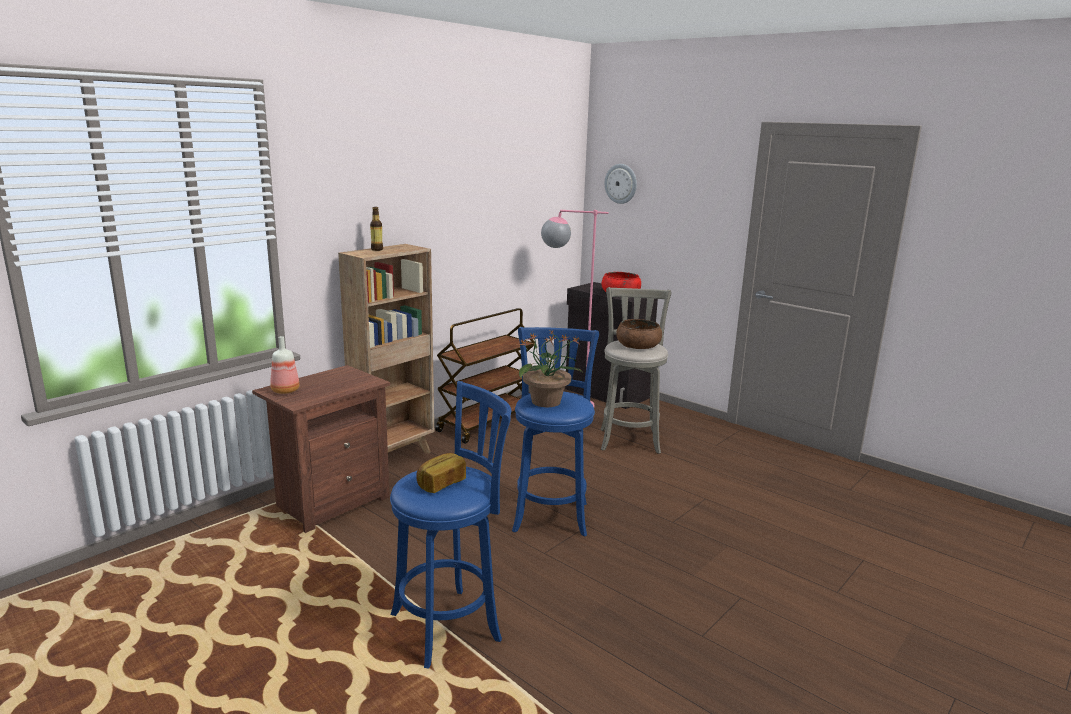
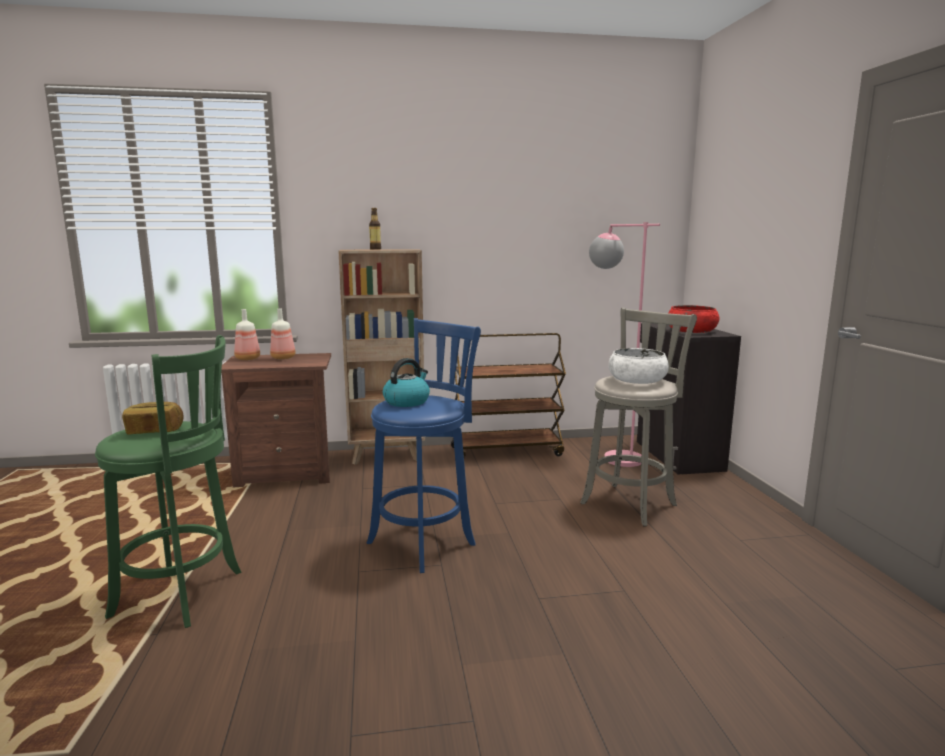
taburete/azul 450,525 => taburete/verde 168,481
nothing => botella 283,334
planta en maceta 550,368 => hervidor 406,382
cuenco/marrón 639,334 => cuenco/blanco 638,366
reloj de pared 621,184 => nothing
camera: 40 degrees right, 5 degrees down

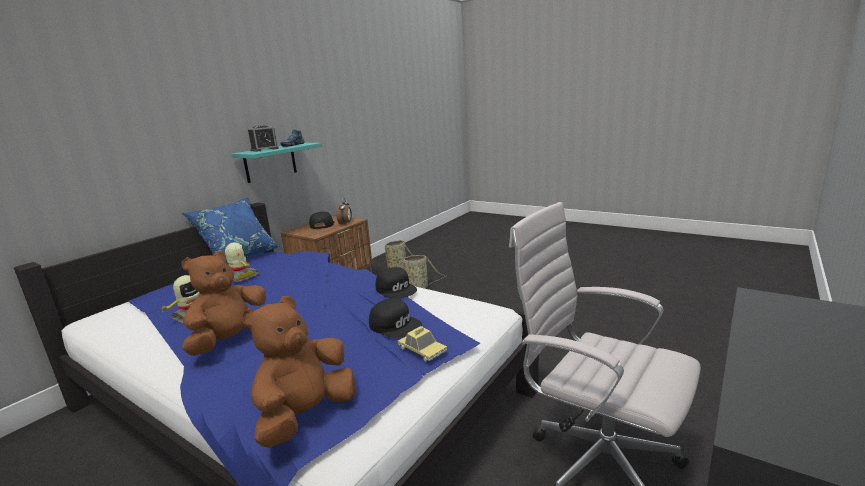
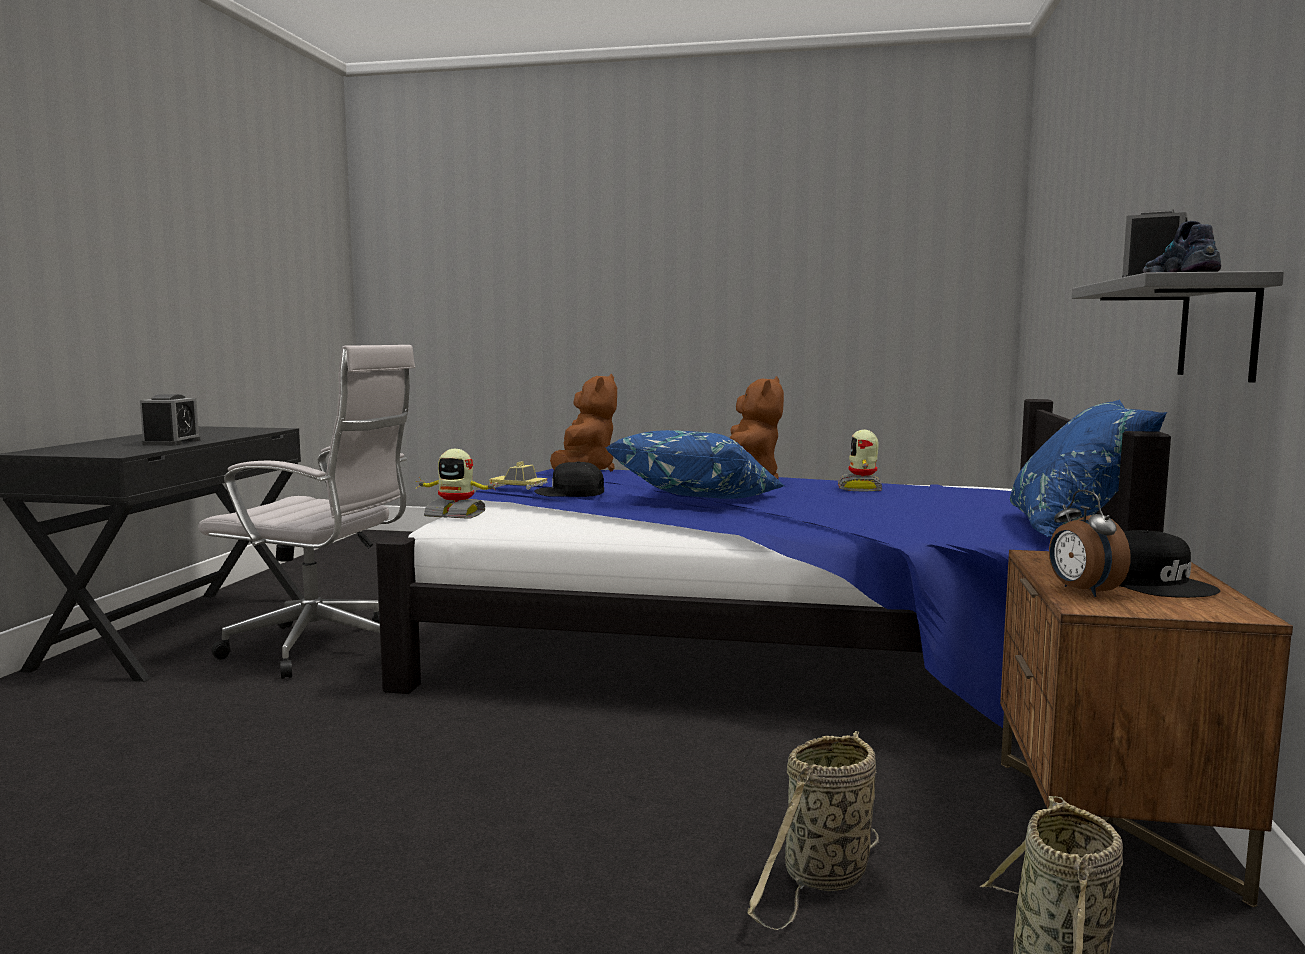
nothing => despertador 170,420
robot de juguete 242,262 => robot de juguete 456,484, move
nothing => cojín/azul 695,464
estante/turquesa 276,163 => estante/gris 1178,327
gorra/negro 396,283 => nothing
camera: 155 degrees right, 10 degrees down

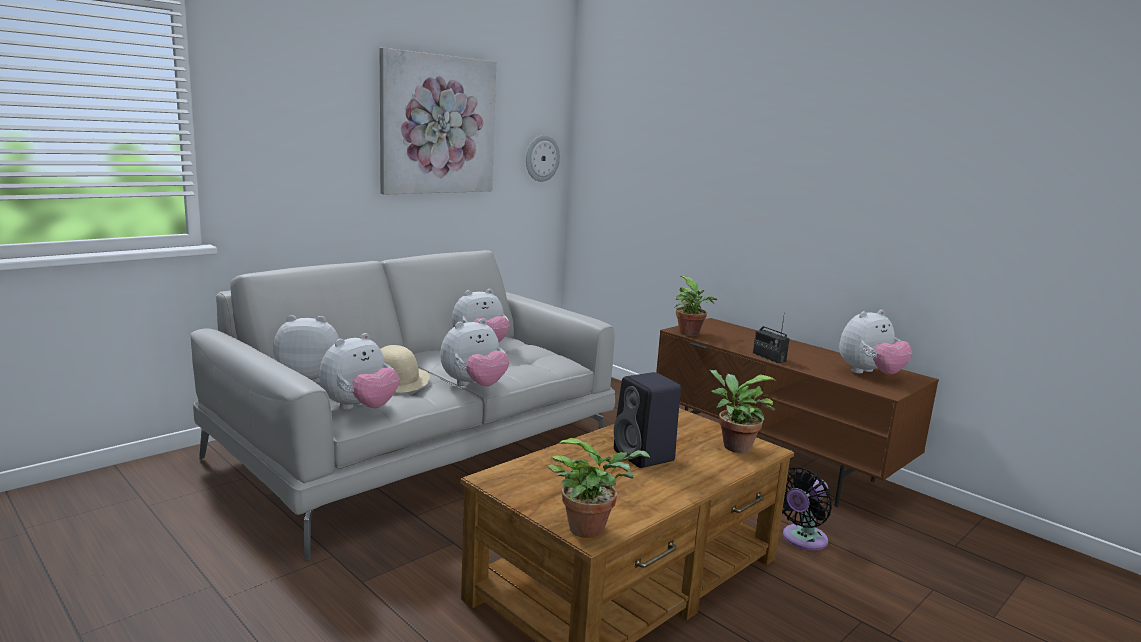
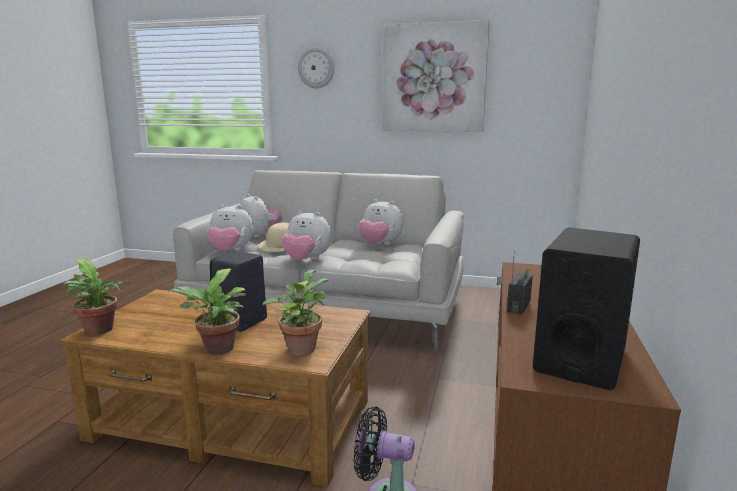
planta en maceta 695,306 => planta en maceta 206,312, move
reloj de pared 543,158 => reloj de pared 316,68, move
peluche 875,342 => altavoz/negro 586,308
camera: 60 degrees right, 0 degrees up

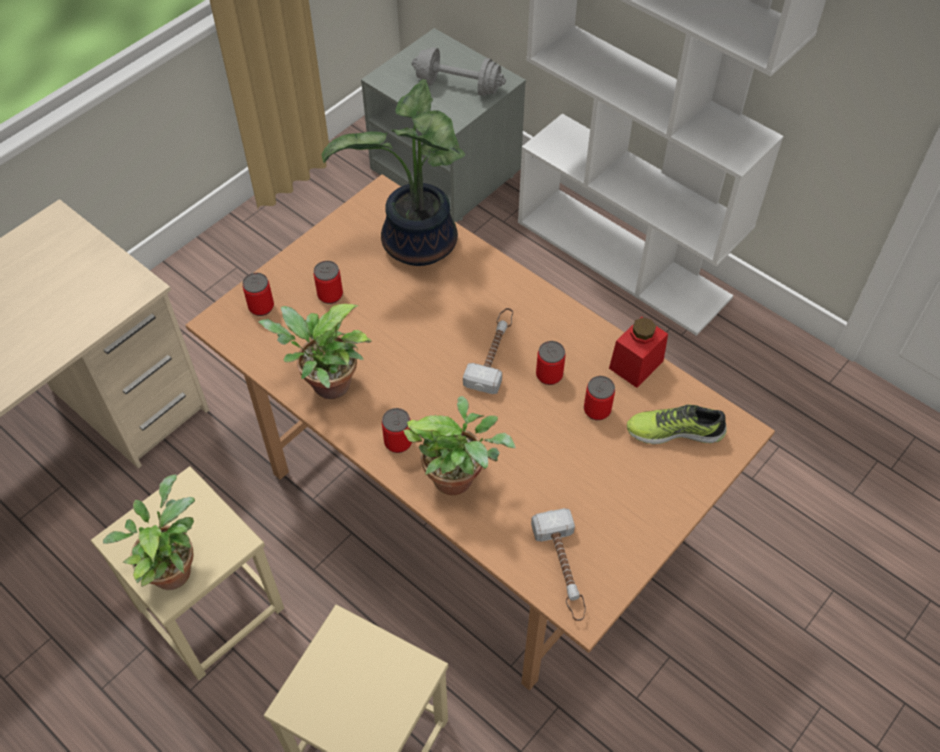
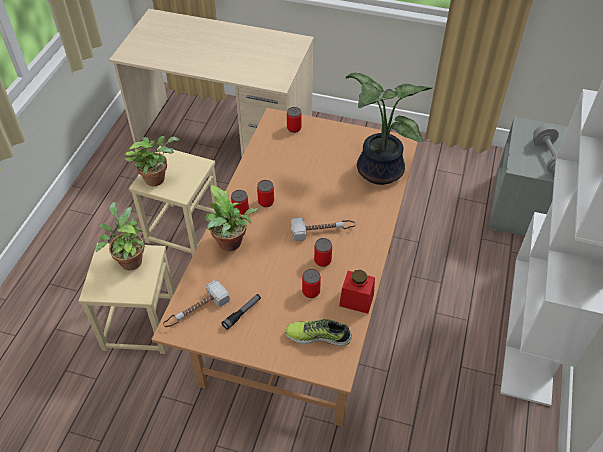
planta en maceta 314,351 => planta en maceta 120,236, move
nothing => linterna 241,312
lata 328,282 => lata 265,193, move
zapato 677,424 => zapato 318,332, 60 degrees counterclockwise
camera: 65 degrees right, 5 degrees down

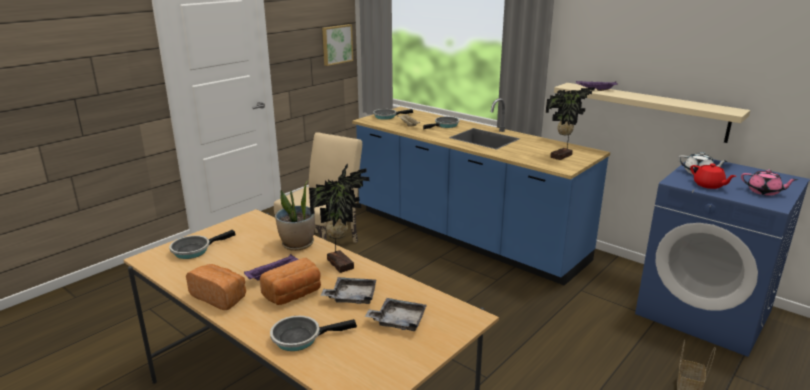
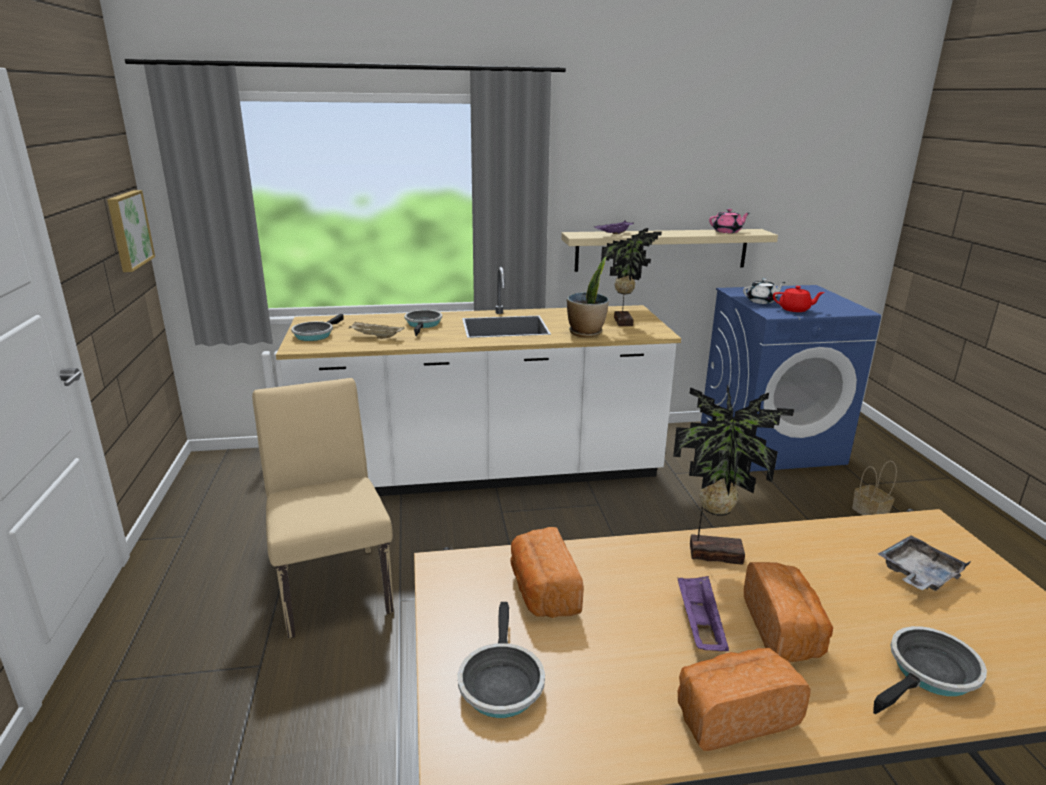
mueble bajo de cocina/azul 481,192 => mueble bajo de cocina/blanco 478,381
nothing => pan 547,572
planta en maceta 295,216 => planta en maceta 588,297, move
tetera/rosa 769,182 => tetera/rosa 729,221, move
sartén 313,333 => sartén 930,670, 150 degrees counterclockwise
bandeja/gris 348,290 => nothing
camera: 50 degrees left, 0 degrees up

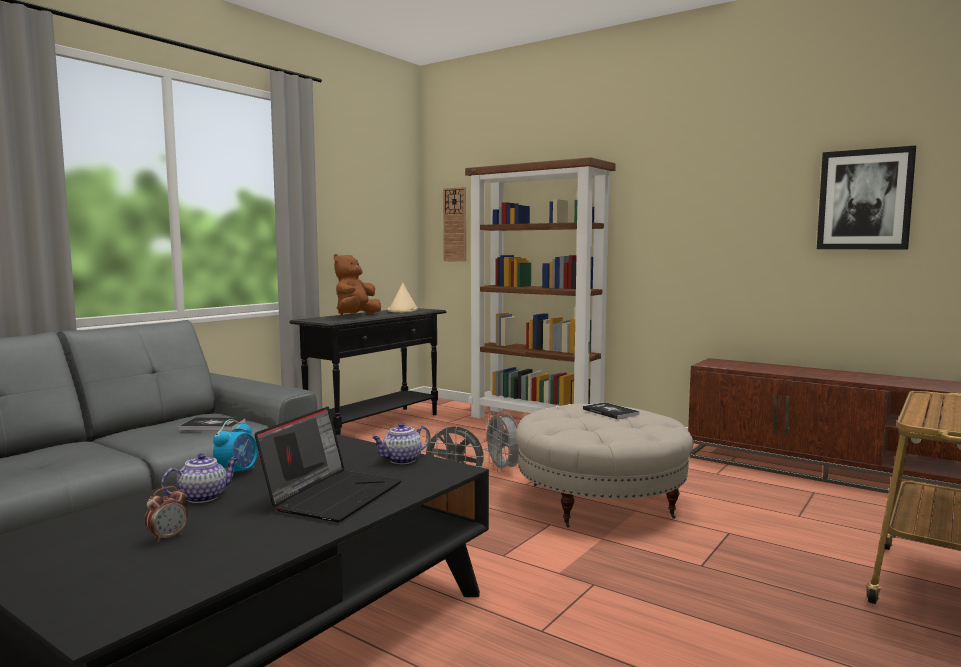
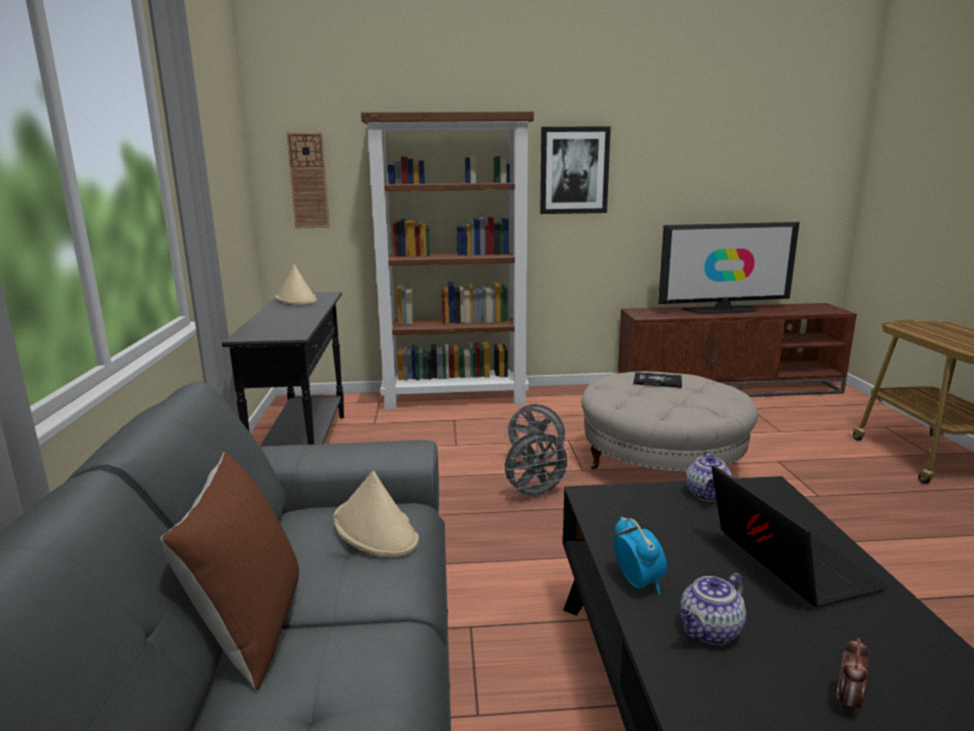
nothing => cojín/marrón 230,571
libro 212,424 => sombrero/beis 376,514
cuadro 866,197 => cuadro 575,170, move
nothing => televisor 729,268
tetera 200,478 => tetera 713,609, 135 degrees counterclockwise
despertador 166,514 => despertador 853,676, 150 degrees counterclockwise
peluche/marrón 357,284 => nothing
camera: 40 degrees left, 10 degrees up

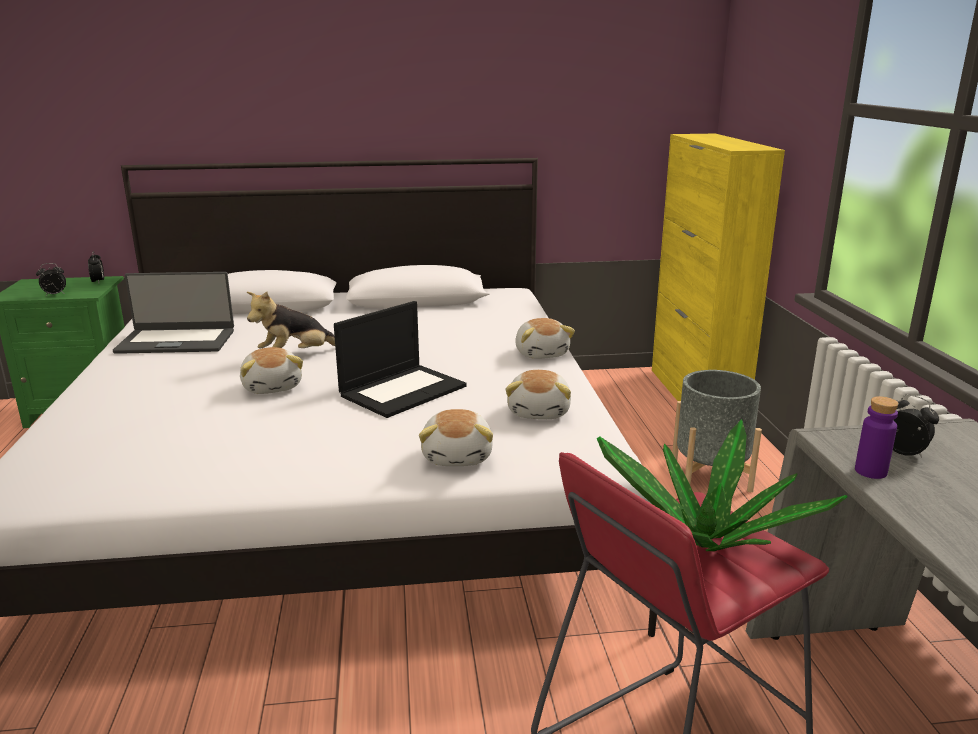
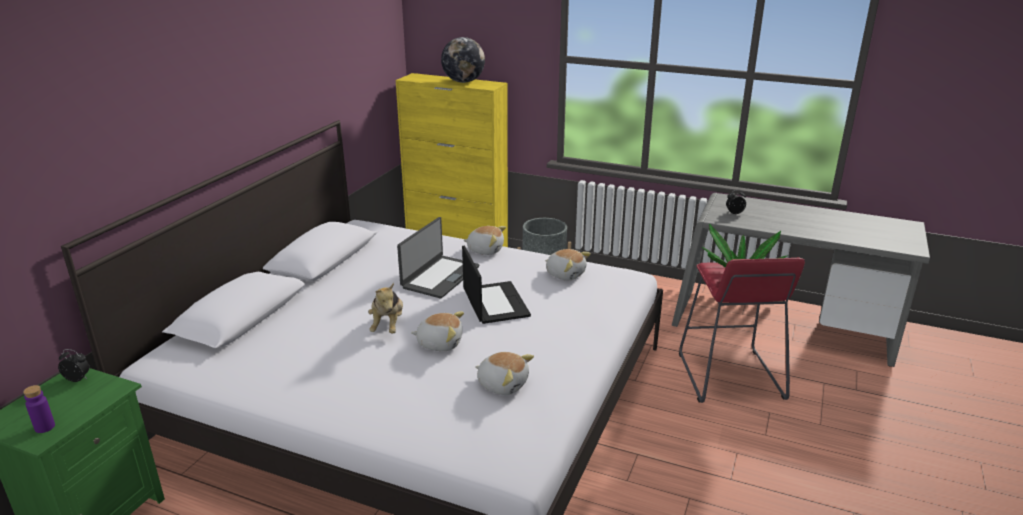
botella/morado 877,437 => botella/morado 39,409, move
portátil 173,313 => portátil 438,258, move
nothing => globo terráqueo 463,60
peluche 456,437 => peluche 504,373, move
despertador 51,279 => nothing
camera: 60 degrees left, 5 degrees up

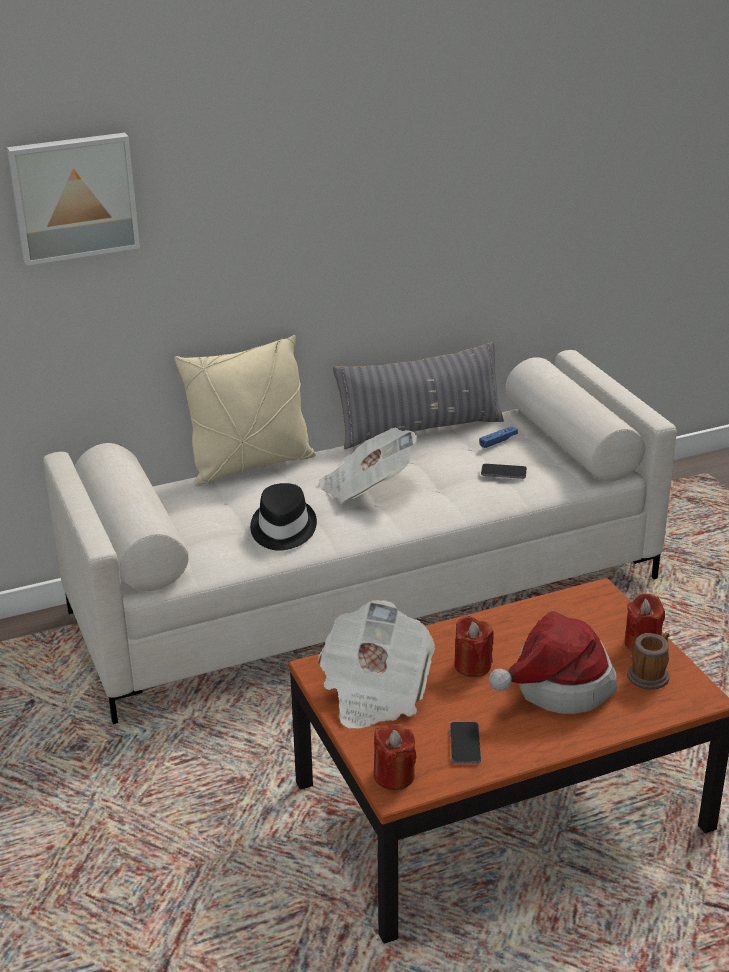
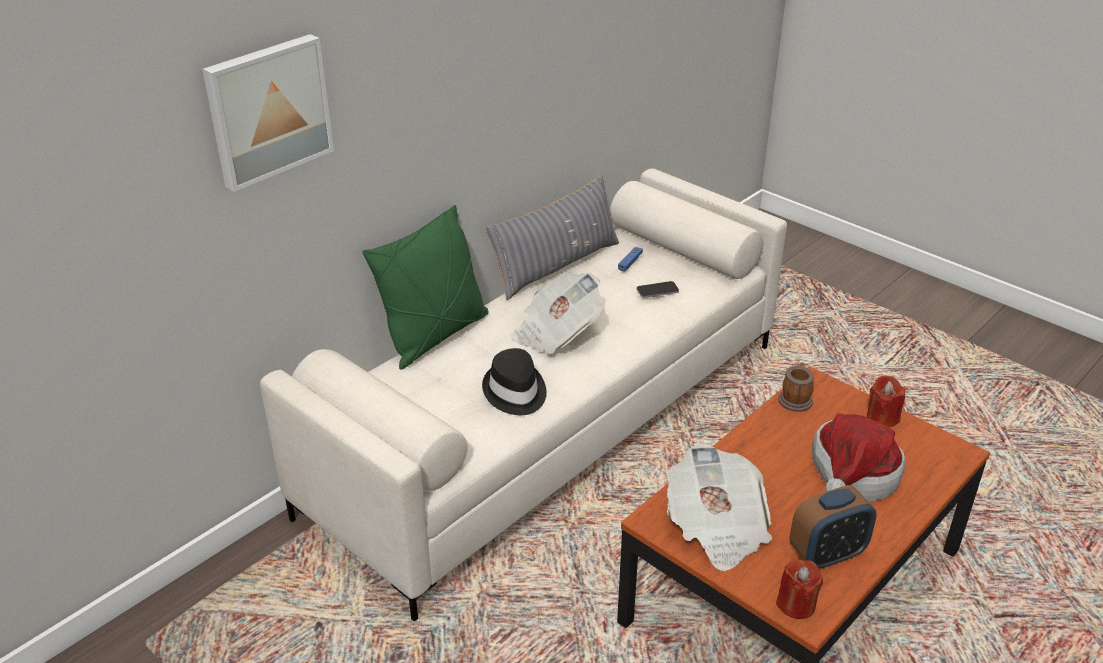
cojín/beis 245,410 => cojín/verde 425,287
taza grande 648,661 => taza grande 796,387, move
móvil 465,743 => despertador 833,527
vela/rojo 474,646 => nothing
camera: 25 degrees left, 5 degrees up

